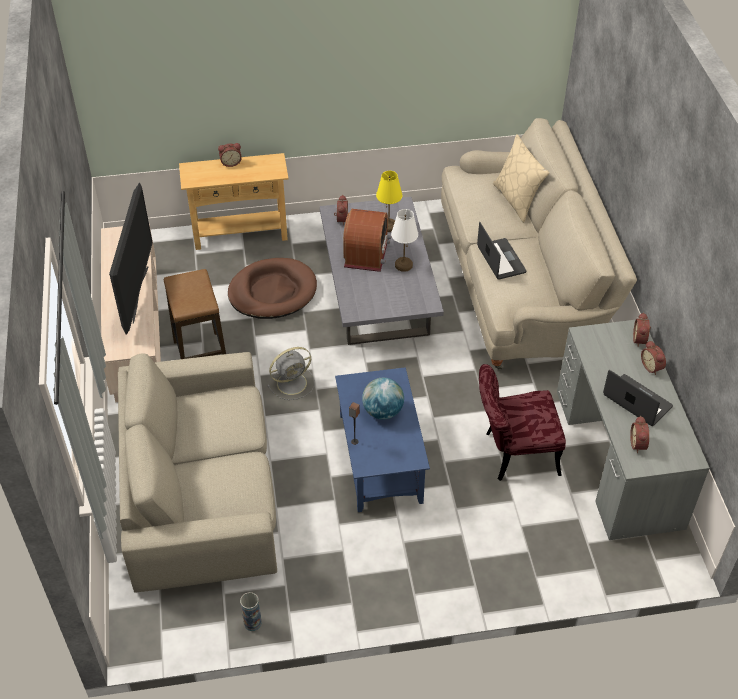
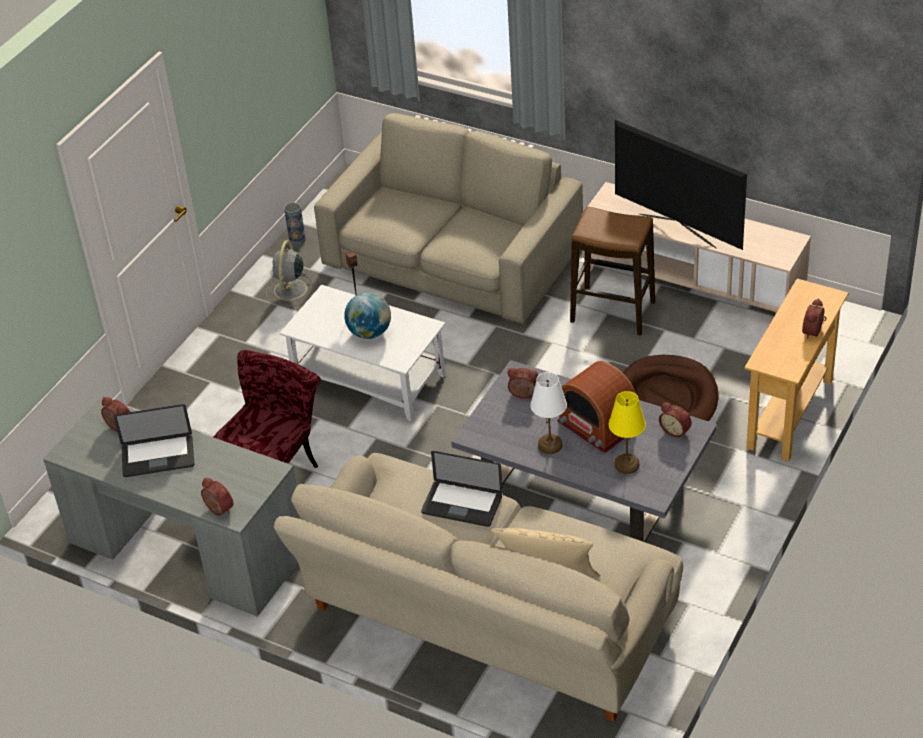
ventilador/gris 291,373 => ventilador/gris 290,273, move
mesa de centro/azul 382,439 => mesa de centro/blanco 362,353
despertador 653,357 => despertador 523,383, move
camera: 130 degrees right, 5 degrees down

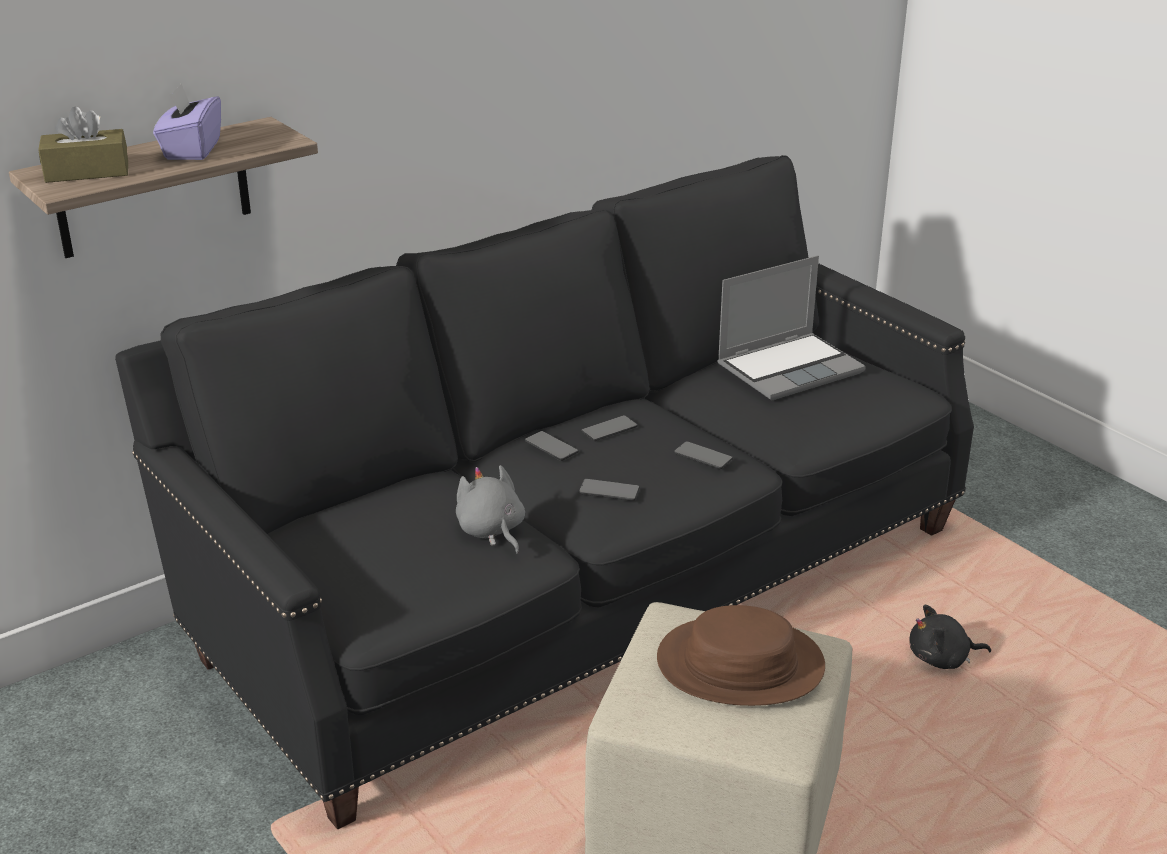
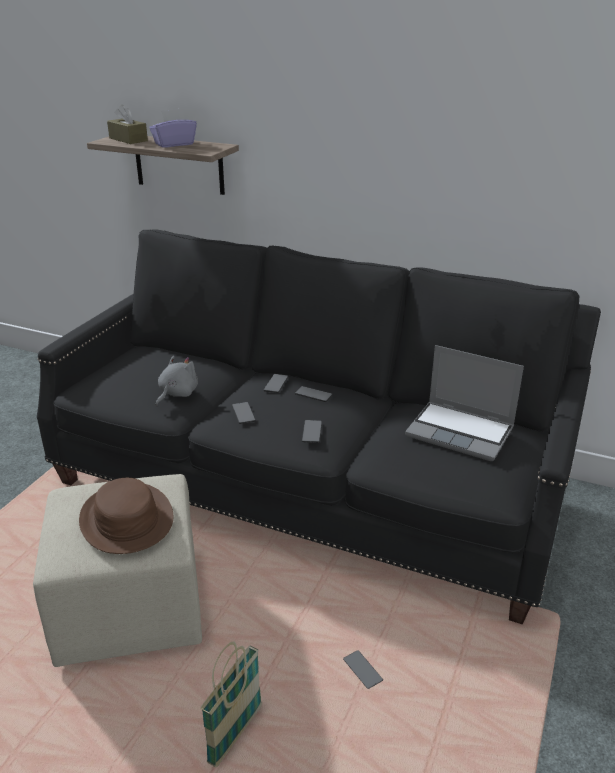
nothing => cesta 231,704
peluche/negro 950,637 => móvil 363,669
camera: 60 degrees right, 0 degrees up

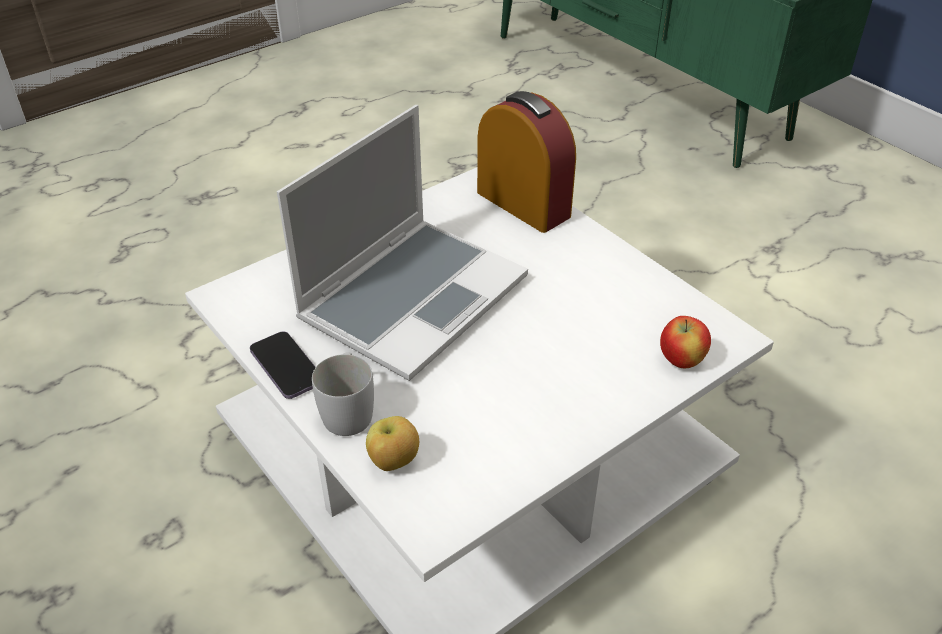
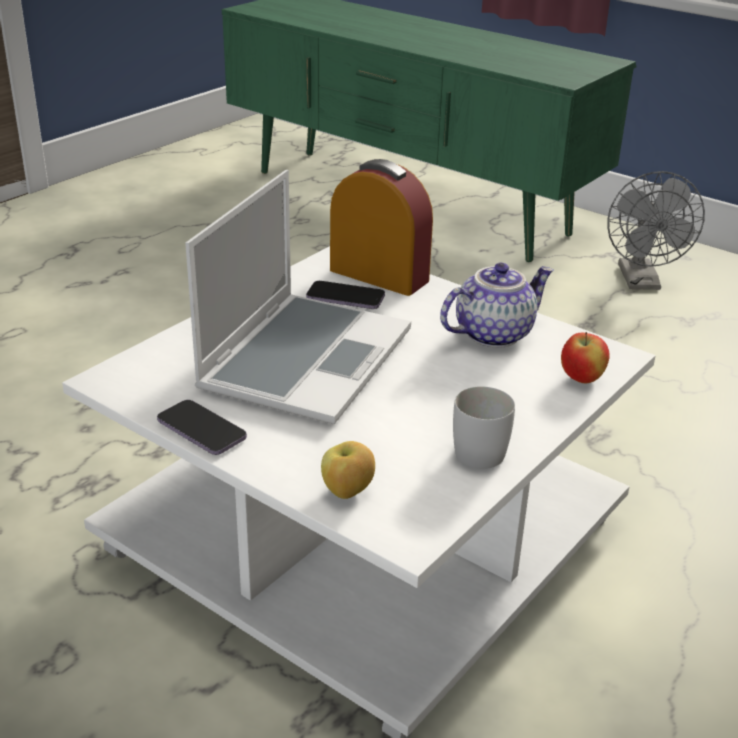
nothing => móvil 345,295
nothing => tetera 497,305
taza grande/blanco 343,394 => taza grande/blanco 484,427, move
nothing => ventilador/gris 656,230
camera: 15 degrees left, 10 degrees down

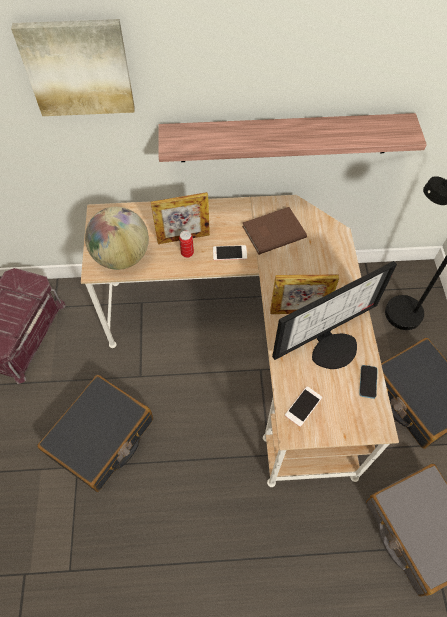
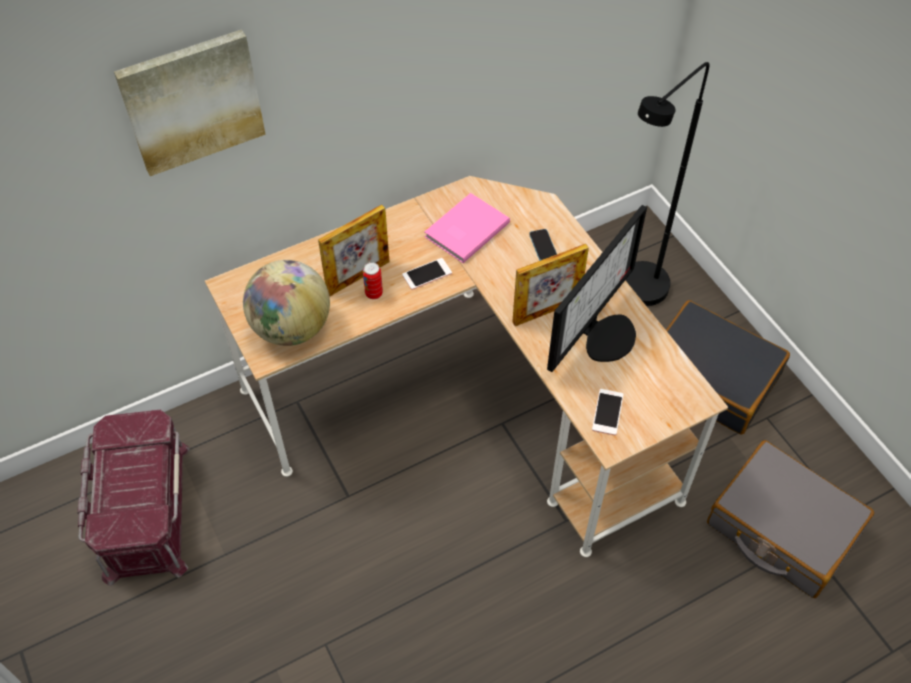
libro/marrón 274,231 => libro/rosa 467,228
móvil 368,382 => móvil 543,245, move
maleta/negro 95,433 => nothing
estante 292,137 => nothing
camera: 25 degrees left, 5 degrees down

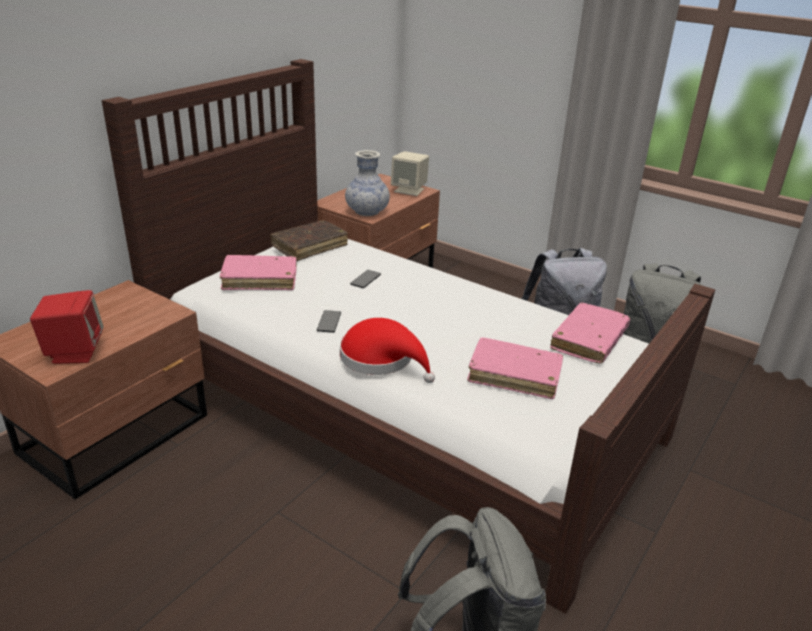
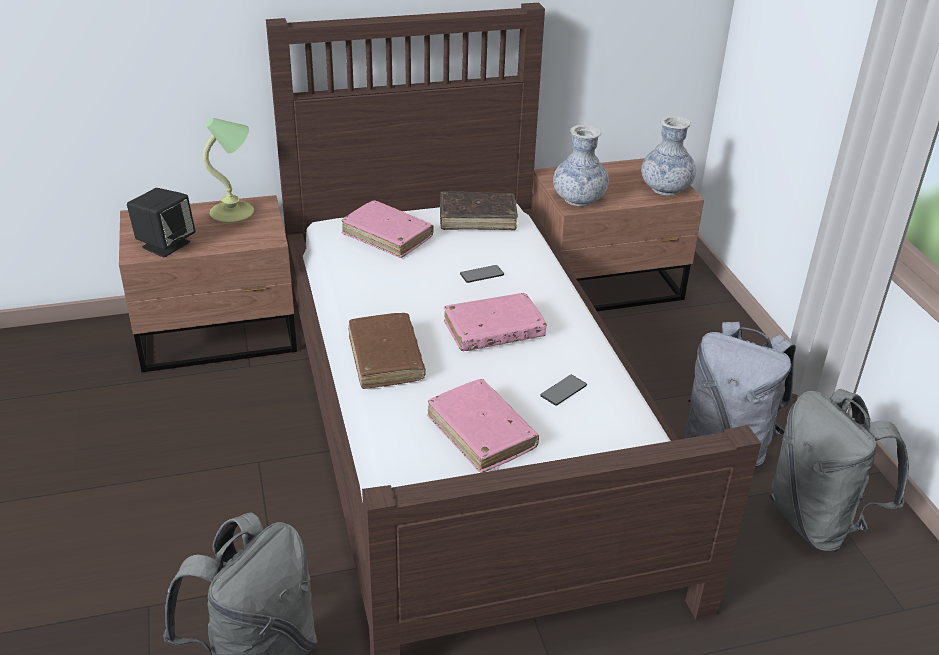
altavoz/rojo 67,327 => altavoz/negro 161,223
nothing => lámpara de mesa 228,170
sombrero/rojo 387,350 => libro/marrón 387,351
libro/rosa 590,332 => libro/rosa 495,322, move
móvil 329,321 => móvil 563,390, move
altavoz/beis 410,173 => florero 668,156
camera: 40 degrees right, 5 degrees up

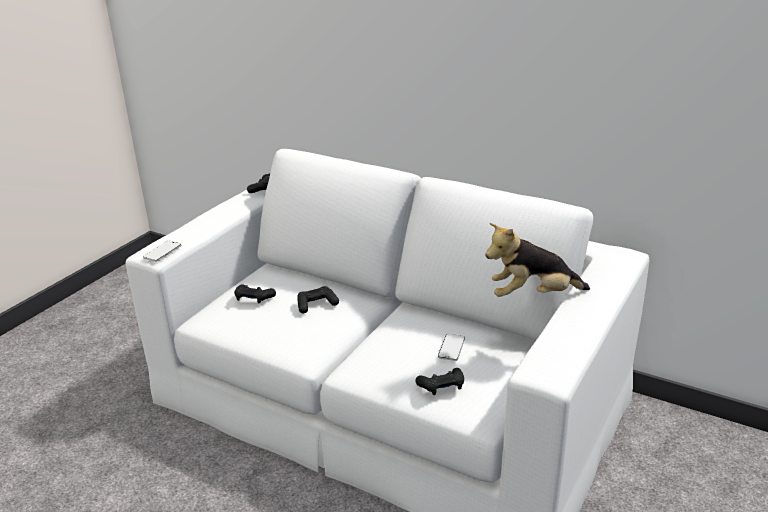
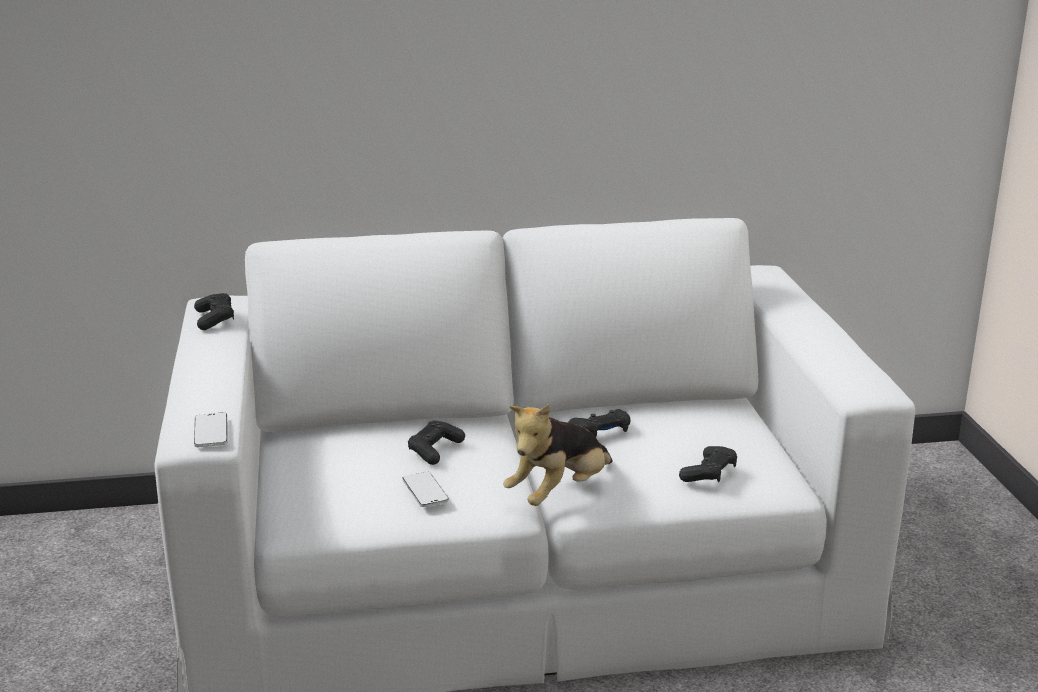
móvil 451,347 => móvil 426,489, move
peluche 537,260 => peluche 557,455, move
mando de consola/negro 255,294 => mando de consola/negro 599,423, move
camera: 40 degrees left, 5 degrees down

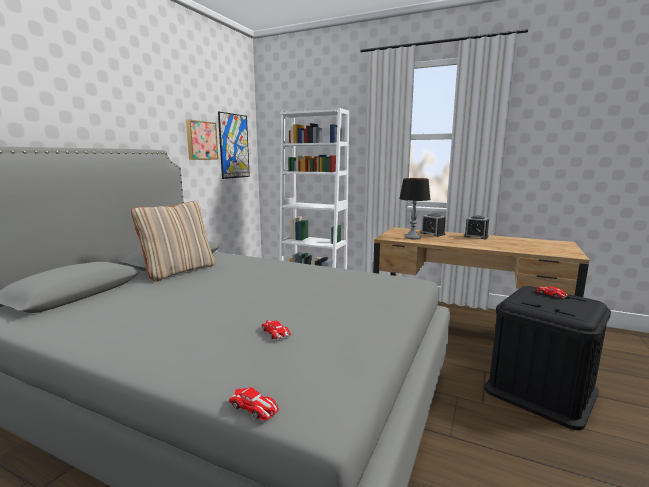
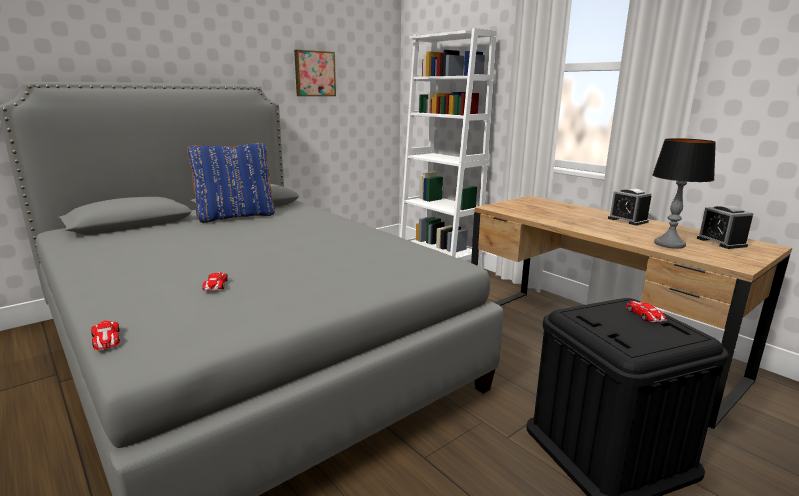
cojín/beis 173,241 => cojín/azul 231,183
lámpara de mesa 415,208 => lámpara de mesa 684,193, move
despertador 433,225 => despertador 725,227, move
cuadro 234,145 => nothing
camera: 25 degrees right, 5 degrees up

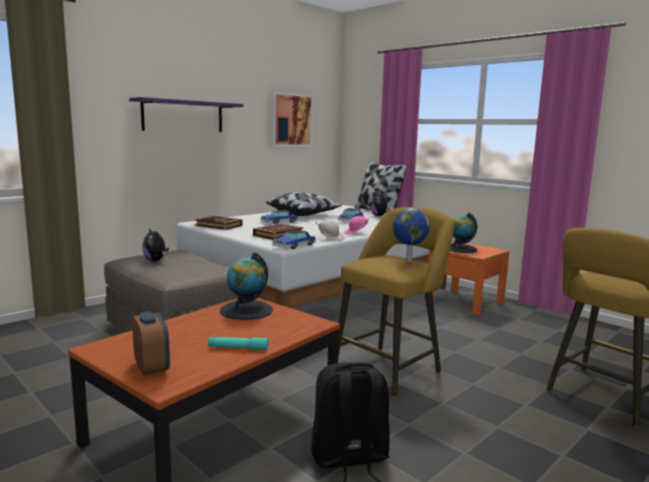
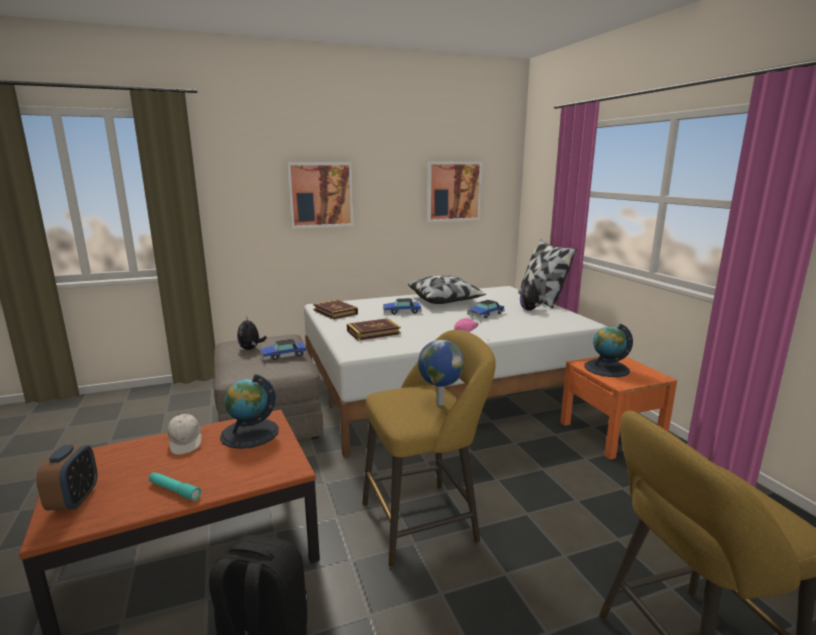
gorra/blanco 330,230 => gorra/blanco 184,434, move
coche de juguete 294,239 => coche de juguete 283,349, move
estante/morado 186,114 => cuadro 320,195
camera: 25 degrees right, 5 degrees up

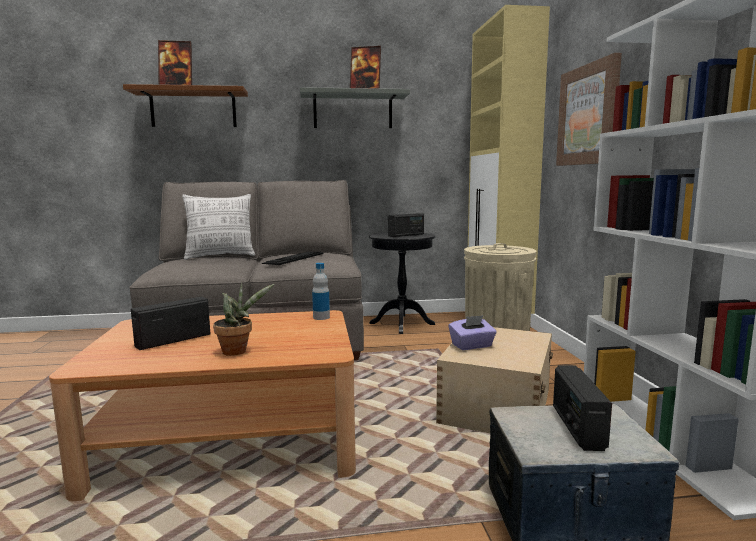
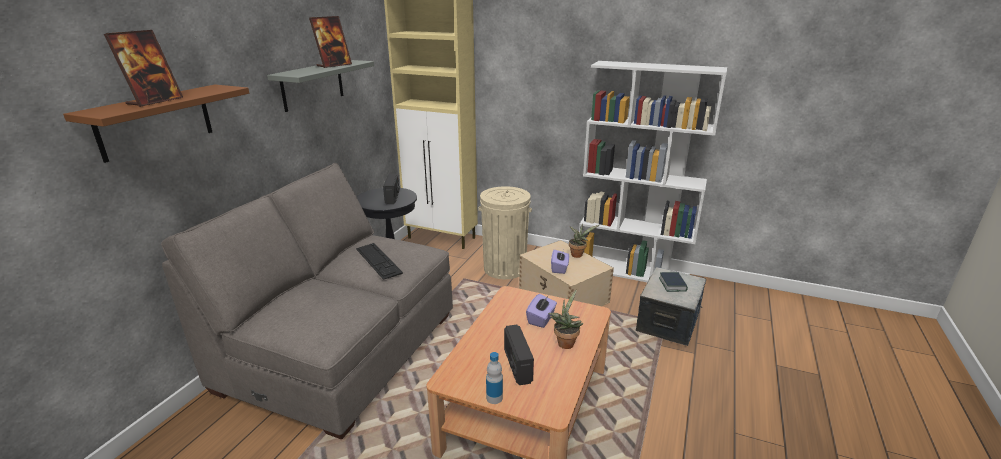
botella 321,291 => botella 494,378, move
nothing => caja de pañuelos/morado 541,311
nothing => planta en maceta 584,240
radio 582,408 => libro 673,282
cojín 218,227 => nothing
cuadro 589,109 => nothing
camera: 60 degrees left, 15 degrees up

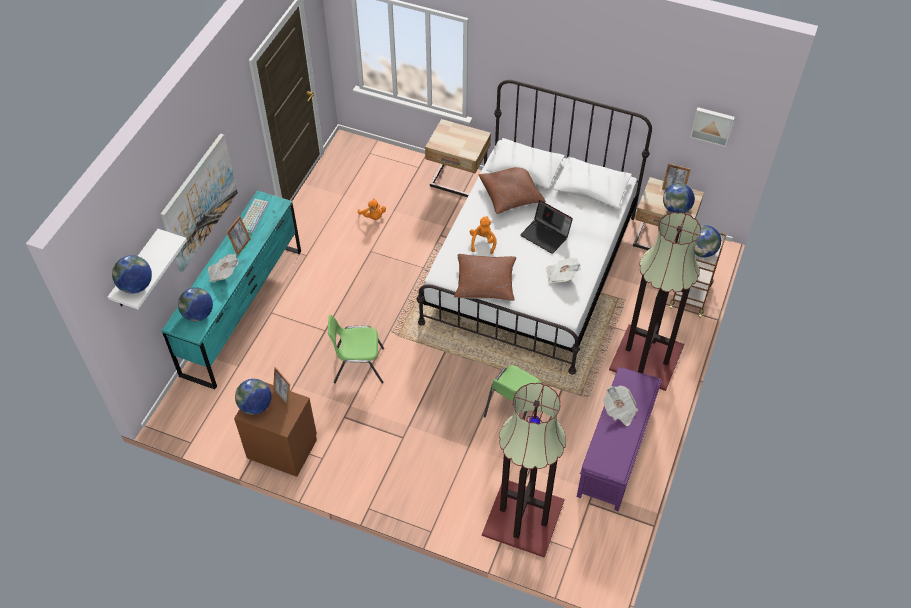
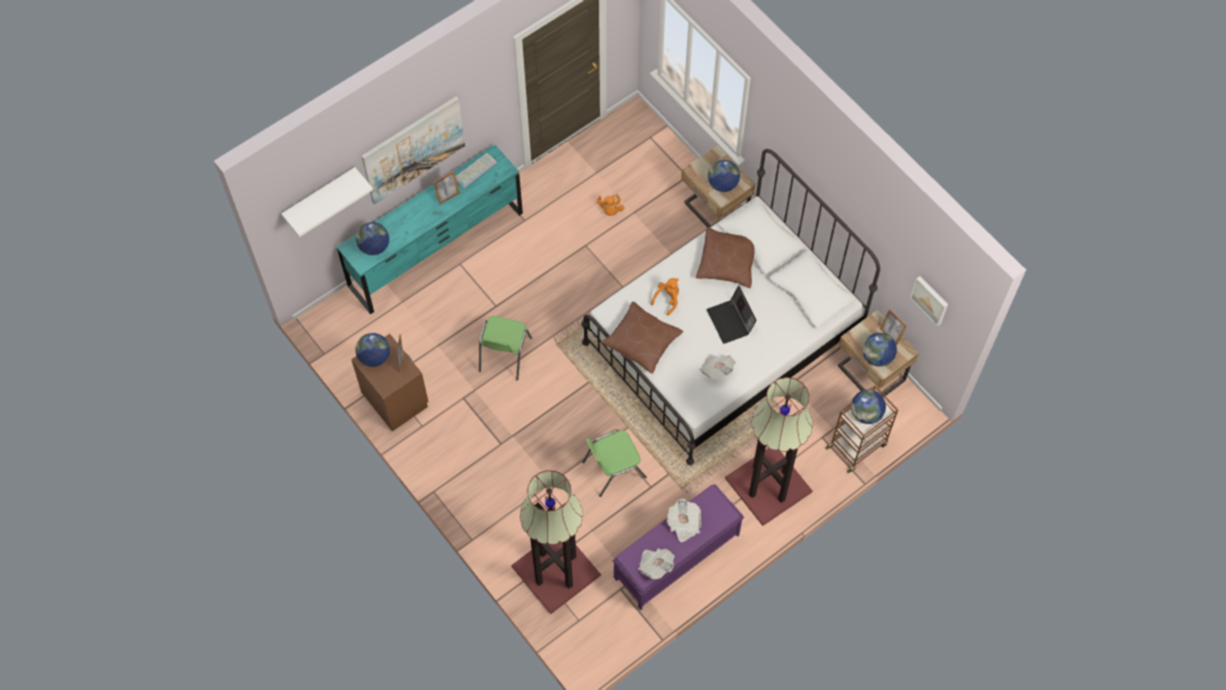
silla/verde 356,349 => silla/verde 505,348, 105 degrees counterclockwise
periódico 223,268 => periódico 656,563, move
globo terráqueo 132,274 => globo terráqueo 724,176, move
camera: 30 degrees right, 10 degrees up

